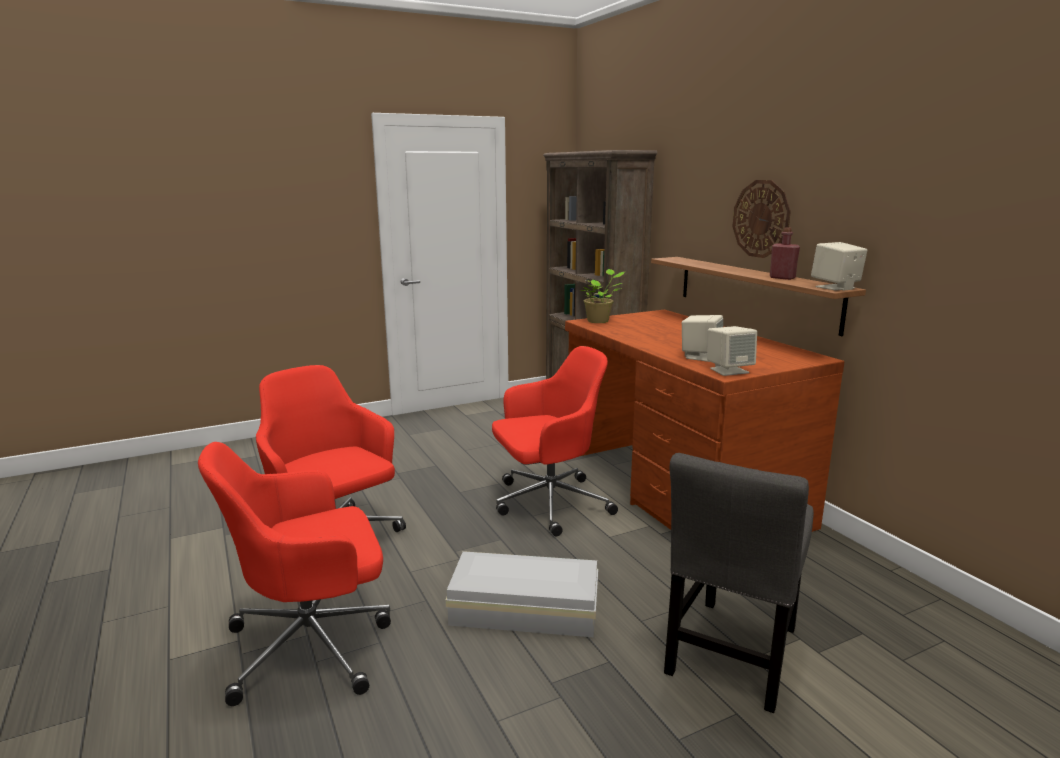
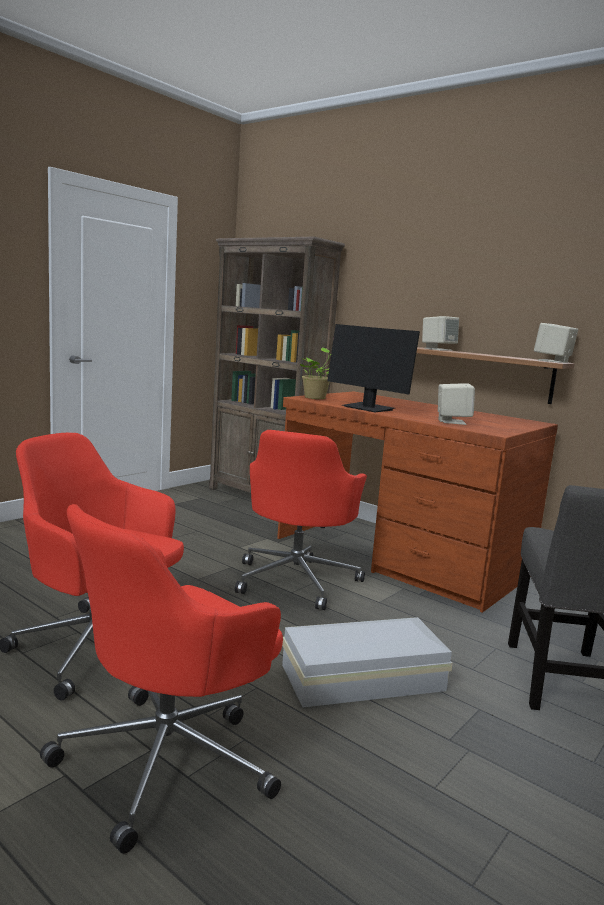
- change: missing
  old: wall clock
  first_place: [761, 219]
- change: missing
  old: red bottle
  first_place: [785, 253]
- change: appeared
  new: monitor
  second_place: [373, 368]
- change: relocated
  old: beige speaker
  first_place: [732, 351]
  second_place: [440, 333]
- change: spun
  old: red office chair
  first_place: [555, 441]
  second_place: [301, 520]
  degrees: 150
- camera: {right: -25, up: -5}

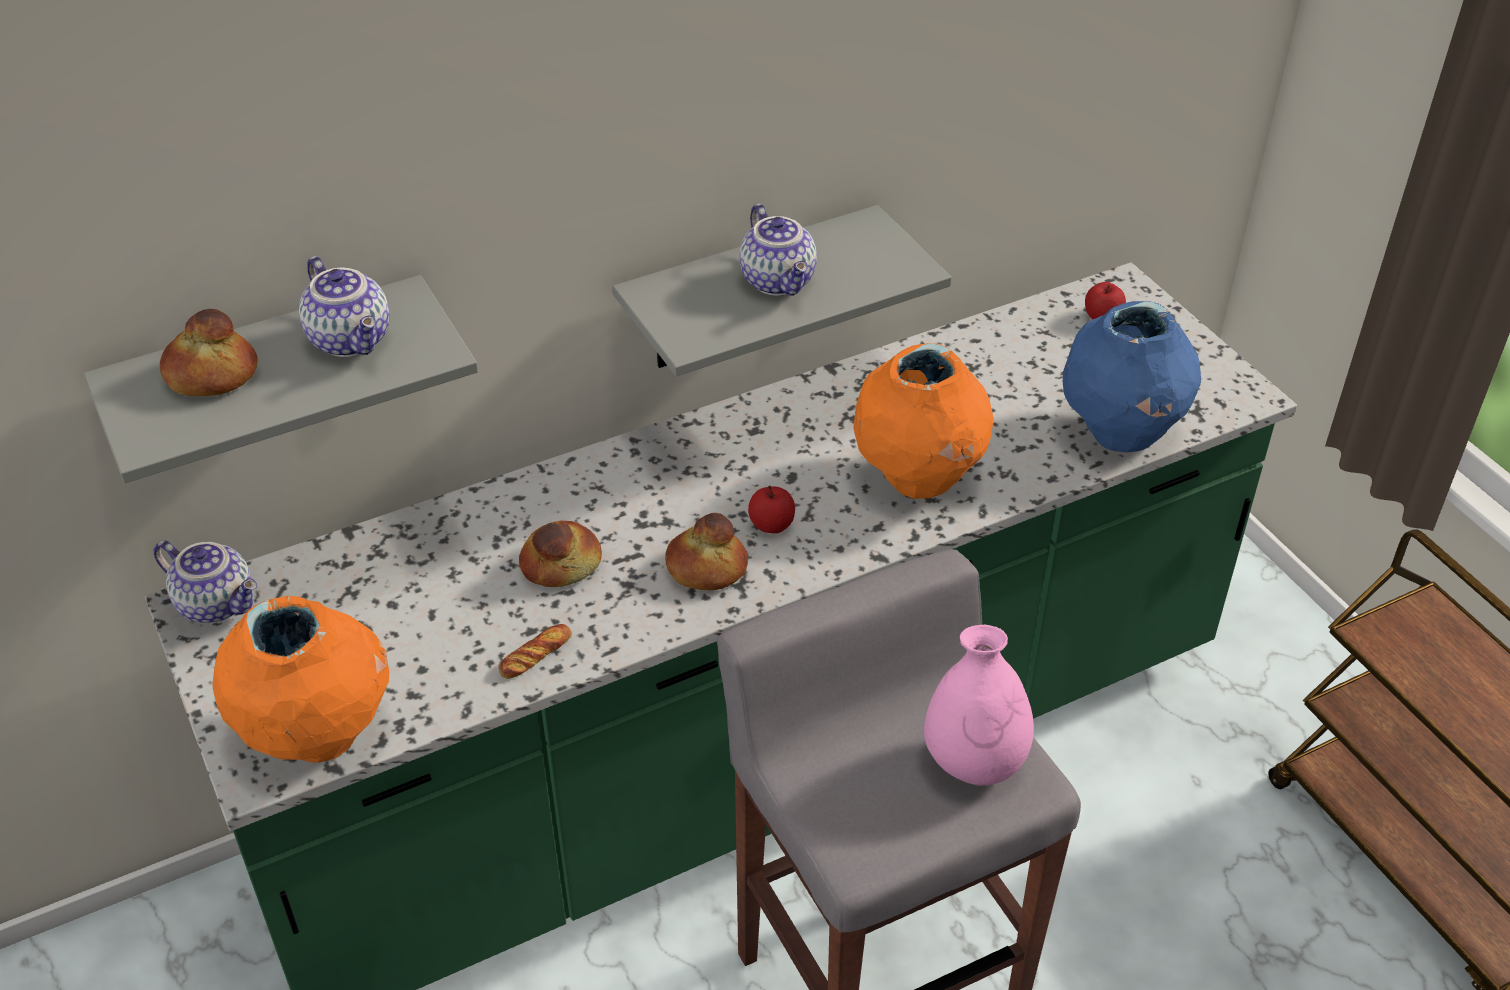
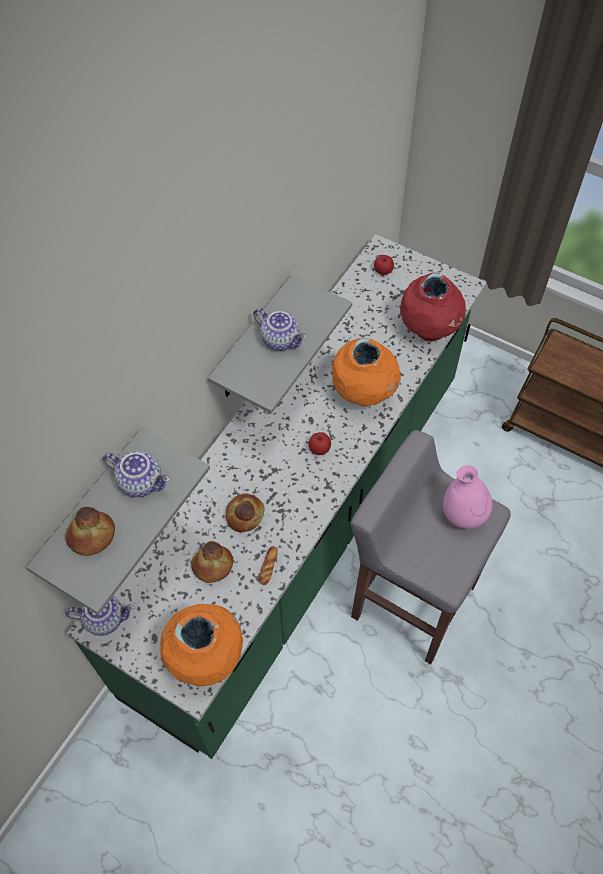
- change: relocated
  old: bread
  first_place: [706, 551]
  second_place: [212, 562]
- change: colour
  old: blue vase
  new: red vase
  first_place: [1132, 376]
  second_place: [433, 307]
- camera: {right: -30, up: 15}

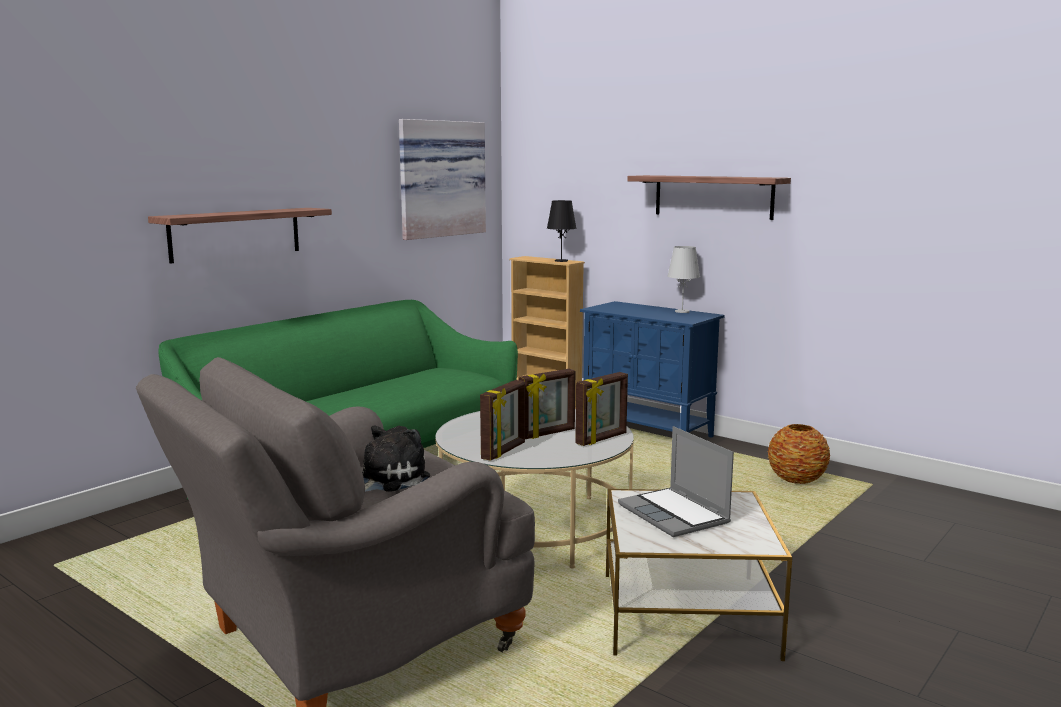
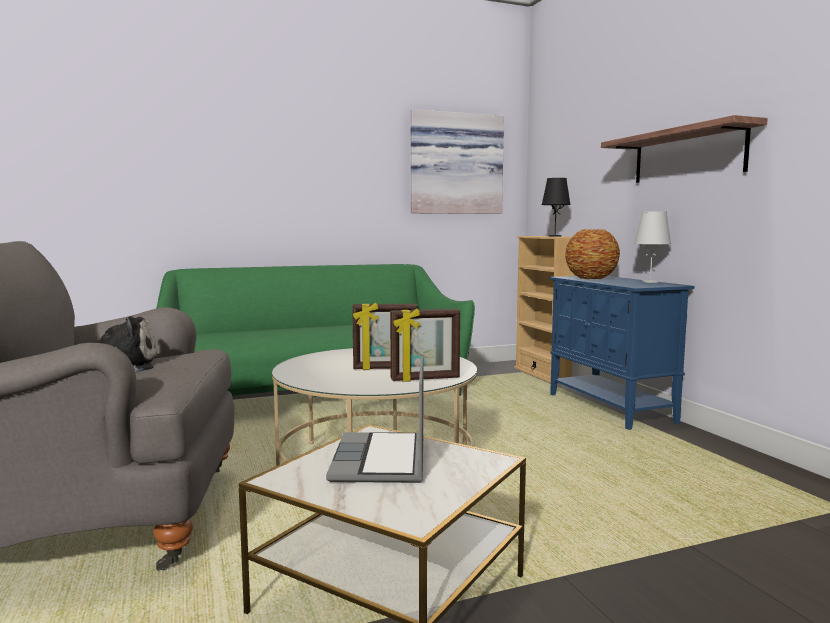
- change: missing
  old: shelf
  first_place: [240, 236]
- change: missing
  old: picture frame
  first_place: [502, 420]
- change: relocated
  old: vase
  first_place: [799, 454]
  second_place: [592, 254]
- camera: {right: 30, up: -5}

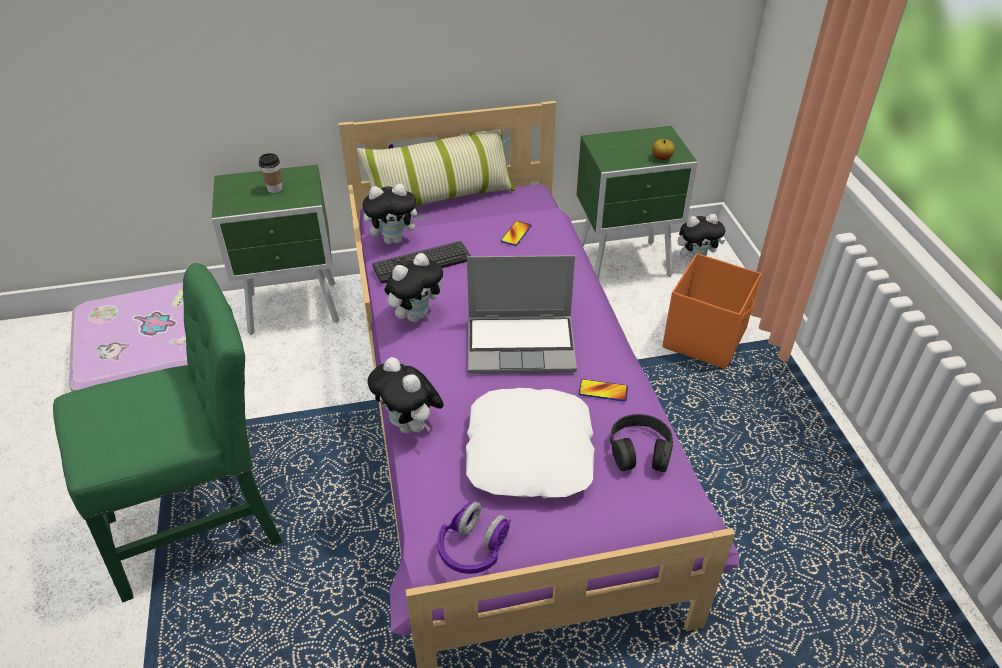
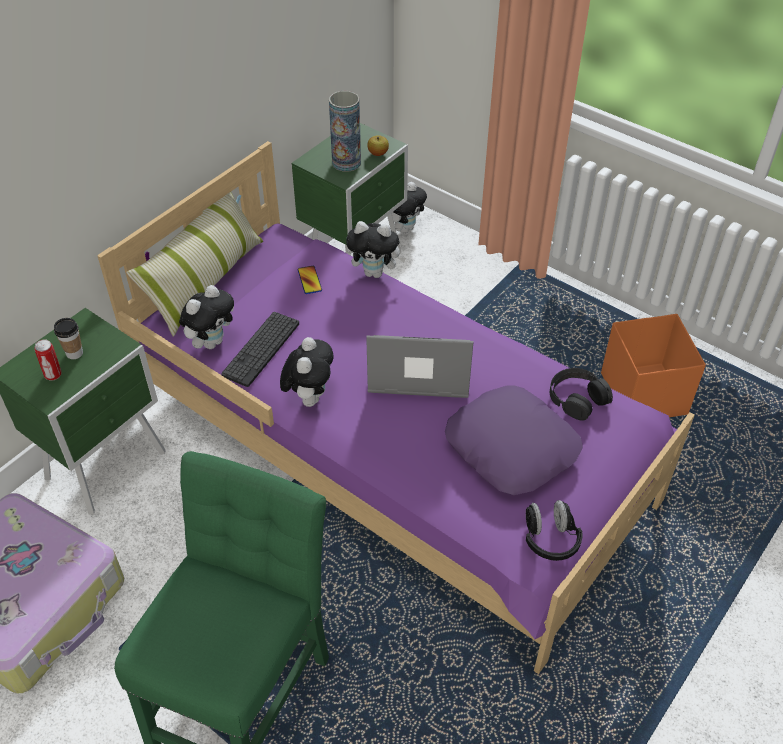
- change: missing
  old: phone
  first_place: [603, 390]
- change: appeared
  new: can
  second_place: [48, 360]
- change: appeared
  new: vase
  second_place: [345, 131]
- change: relocated
  old: plush toy
  first_place: [405, 395]
  second_place: [376, 249]
- change: relocated
  old: orange storage box
  first_place: [712, 311]
  second_place: [653, 365]
- change: colour
  old: purple headphones
  new: black headphones
  first_place: [474, 537]
  second_place: [554, 530]
- change: colour
  old: white pillow
  new: purple pillow
  first_place: [530, 443]
  second_place: [514, 440]
- change: spun
  old: laptop
  first_place: [522, 314]
  second_place: [420, 366]
  degrees: -135
- camera: {right: -40, up: 5}

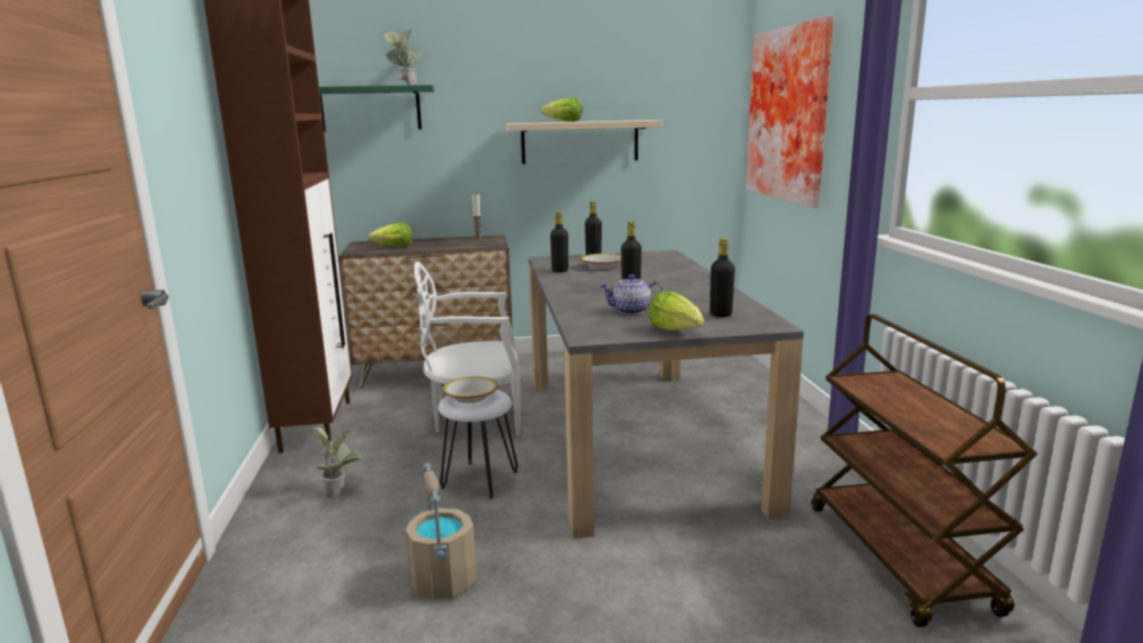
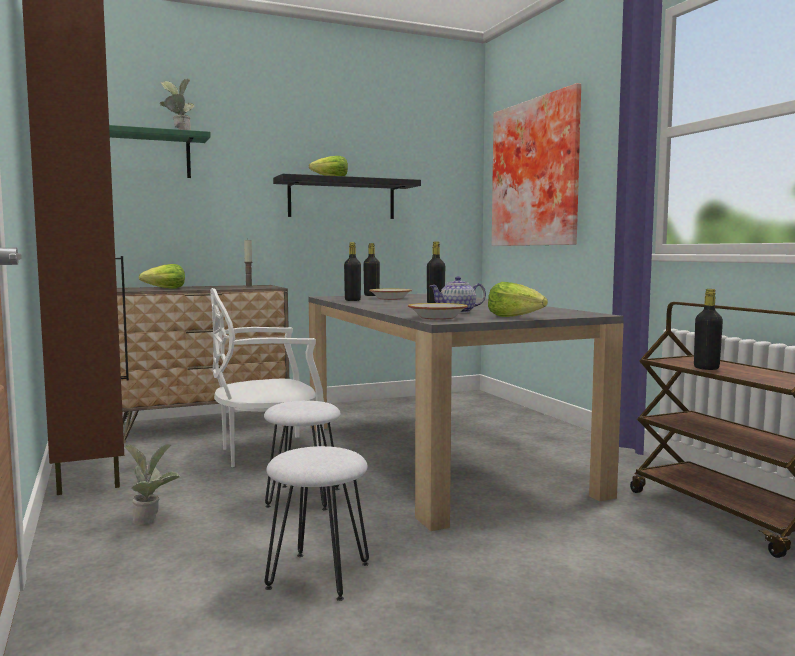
- change: relocated
  old: bowl
  first_place: [470, 390]
  second_place: [438, 311]
- change: relocated
  old: black bottle
  first_place: [722, 277]
  second_place: [708, 329]
- change: exchanged
  old: beige bucket
  new: white stool
  first_place: [441, 531]
  second_place: [317, 523]
- change: colour
  old: beige shelf
  new: black shelf
  first_place: [584, 142]
  second_place: [347, 196]
- camera: {right: -15, up: -10}

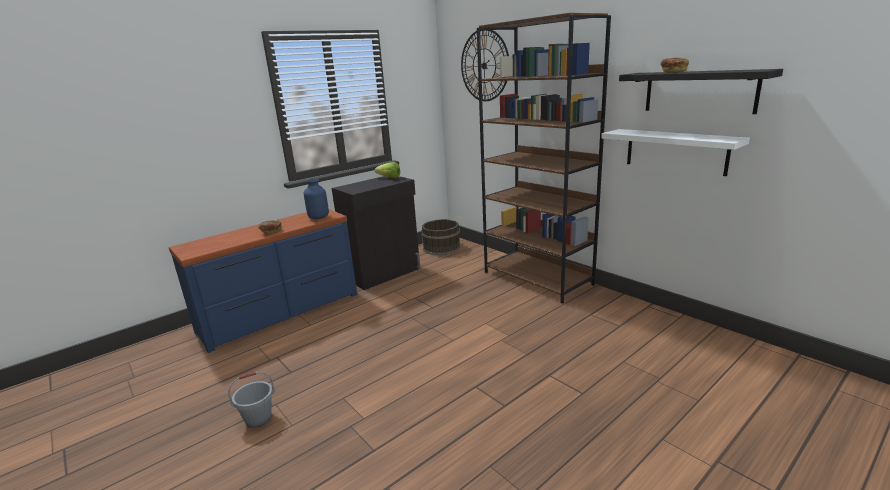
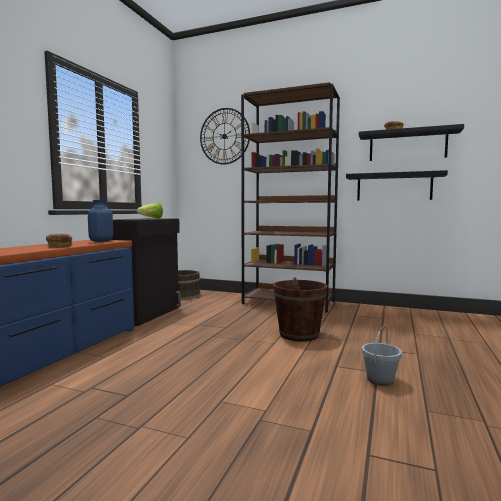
- change: appeared
  new: brown bucket
  second_place: [300, 309]
- change: relocated
  old: grey bucket
  first_place: [251, 399]
  second_place: [382, 355]
- change: colour
  old: white shelf
  new: black shelf
  first_place: [675, 152]
  second_place: [397, 185]
- camera: {right: -30, up: -15}

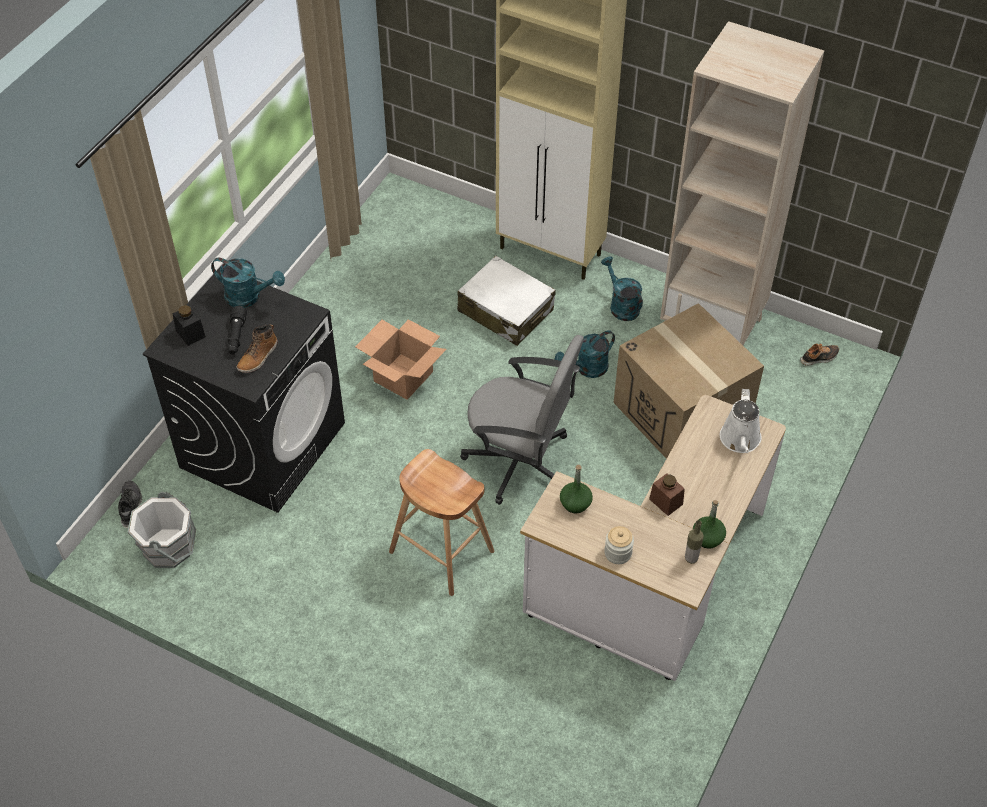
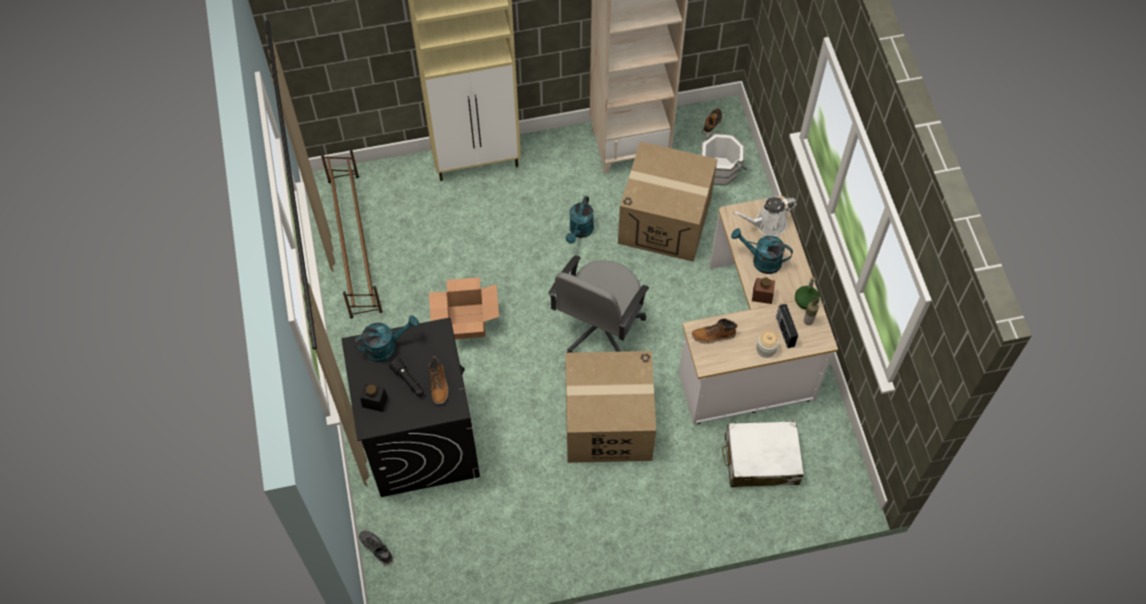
- change: appeared
  new: brown shoe rack
  second_place: [352, 234]
- change: appeared
  new: radio
  second_place: [787, 326]
- change: relocated
  old: white bucket
  first_place: [162, 530]
  second_place: [724, 159]
- change: relocated
  old: white suitcase
  first_place: [506, 301]
  second_place: [763, 454]
- change: relocated
  old: turquoise watering can
  first_place: [622, 288]
  second_place: [762, 251]
- change: exchanged
  old: brown stool
  new: cardboard box
  first_place: [441, 522]
  second_place: [610, 407]
- change: exchanged
  old: green bottle
  new: boot
  first_place: [576, 489]
  second_place: [715, 331]
- change: spun
  old: grey office chair
  first_place: [522, 420]
  second_place: [599, 304]
  degrees: 135
- change: spun
  old: white watering can
  first_place: [741, 421]
  second_place: [765, 216]
  degrees: 105
- camera: {right: -40, up: 10}

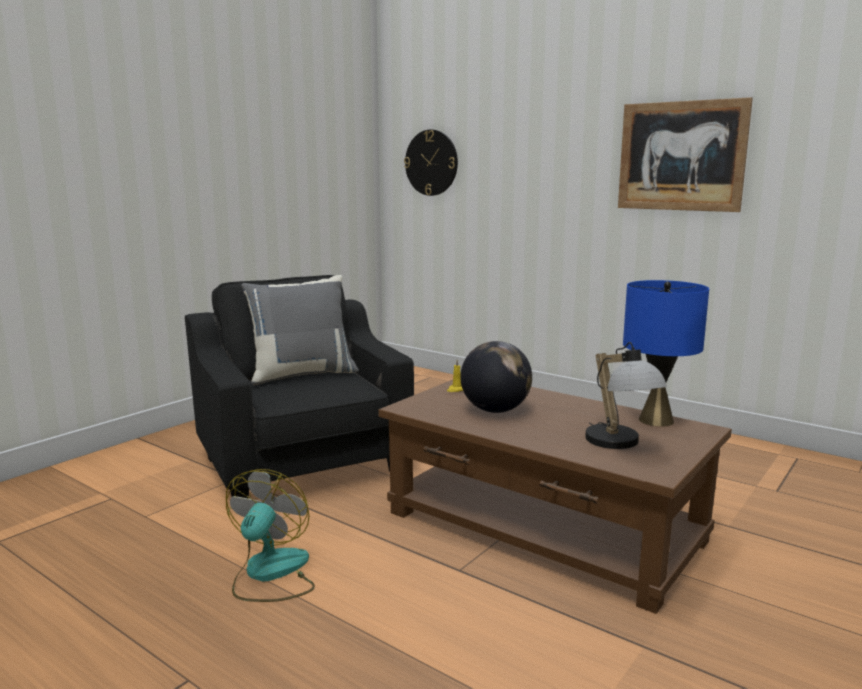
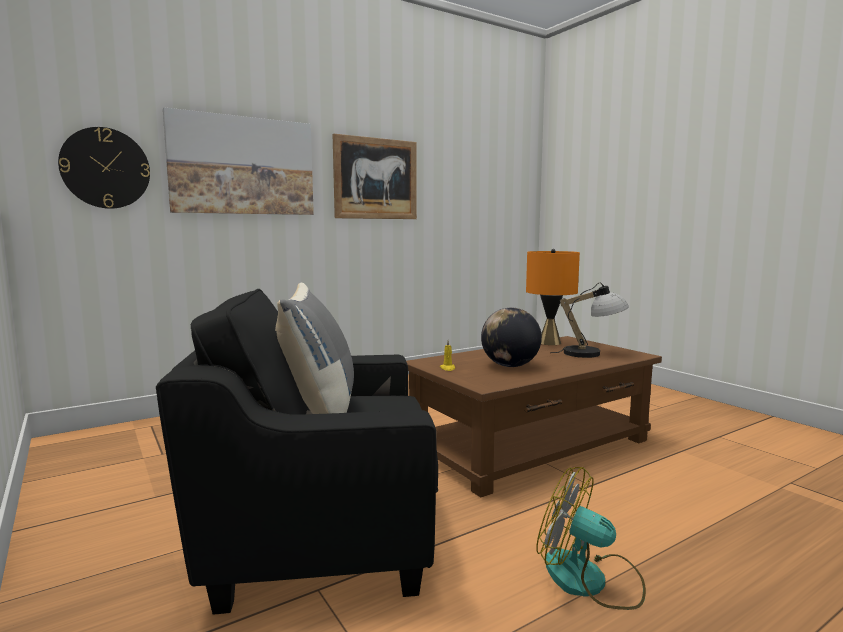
- change: appeared
  new: picture
  second_place: [238, 161]
- change: colour
  old: blue table lamp
  new: orange table lamp
  first_place: [666, 353]
  second_place: [553, 297]
- camera: {right: -70, up: -5}

